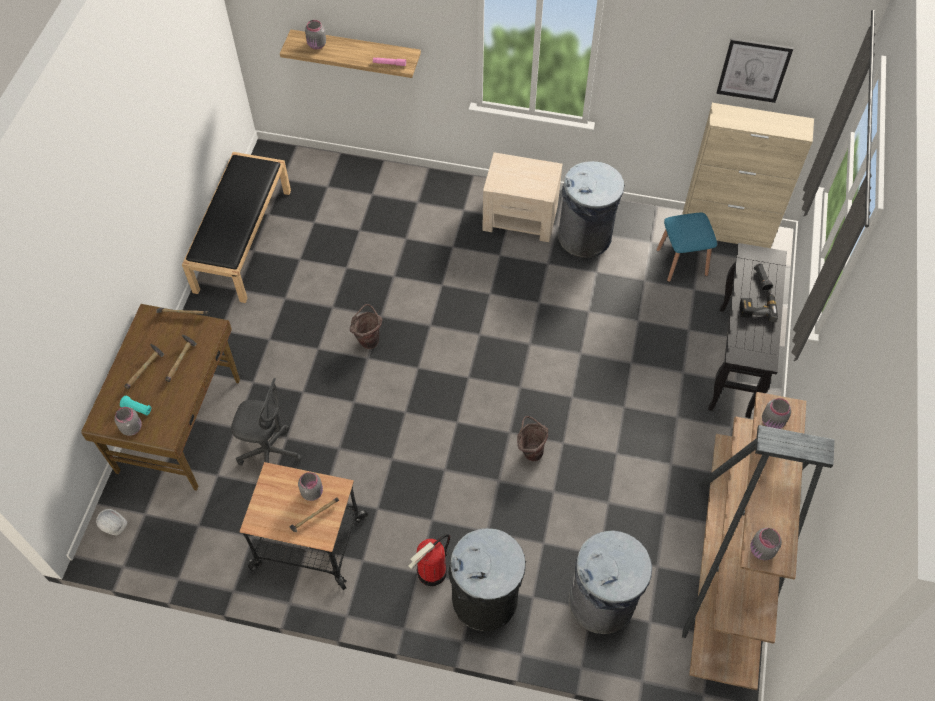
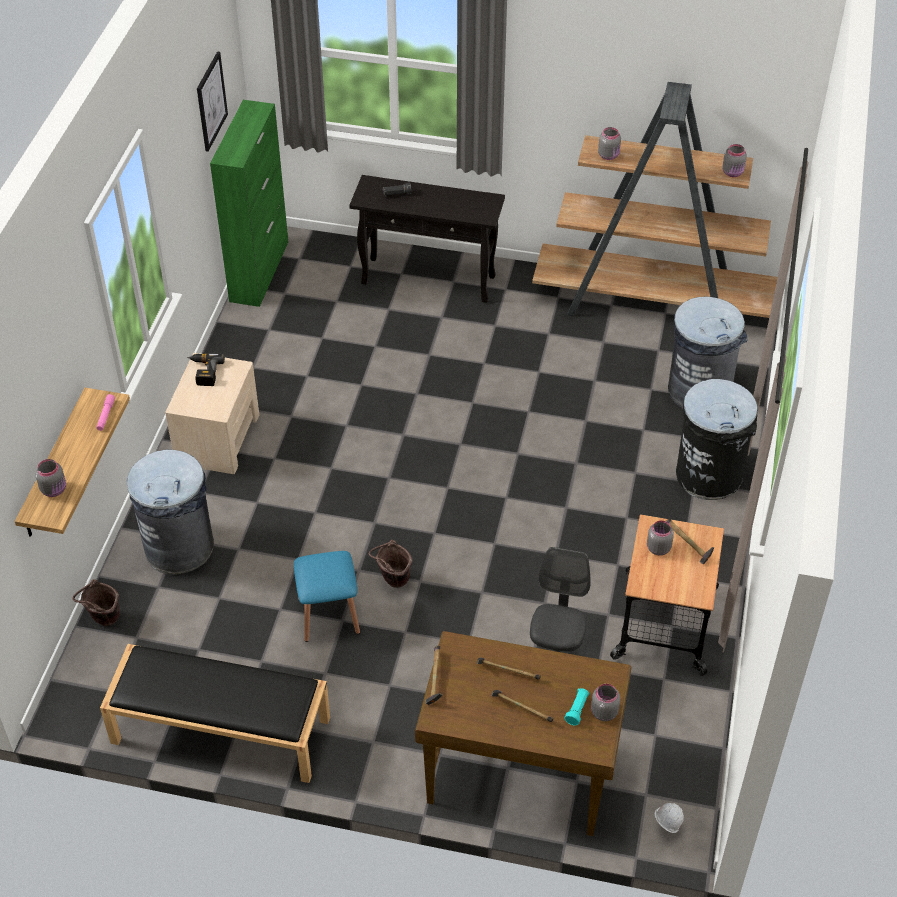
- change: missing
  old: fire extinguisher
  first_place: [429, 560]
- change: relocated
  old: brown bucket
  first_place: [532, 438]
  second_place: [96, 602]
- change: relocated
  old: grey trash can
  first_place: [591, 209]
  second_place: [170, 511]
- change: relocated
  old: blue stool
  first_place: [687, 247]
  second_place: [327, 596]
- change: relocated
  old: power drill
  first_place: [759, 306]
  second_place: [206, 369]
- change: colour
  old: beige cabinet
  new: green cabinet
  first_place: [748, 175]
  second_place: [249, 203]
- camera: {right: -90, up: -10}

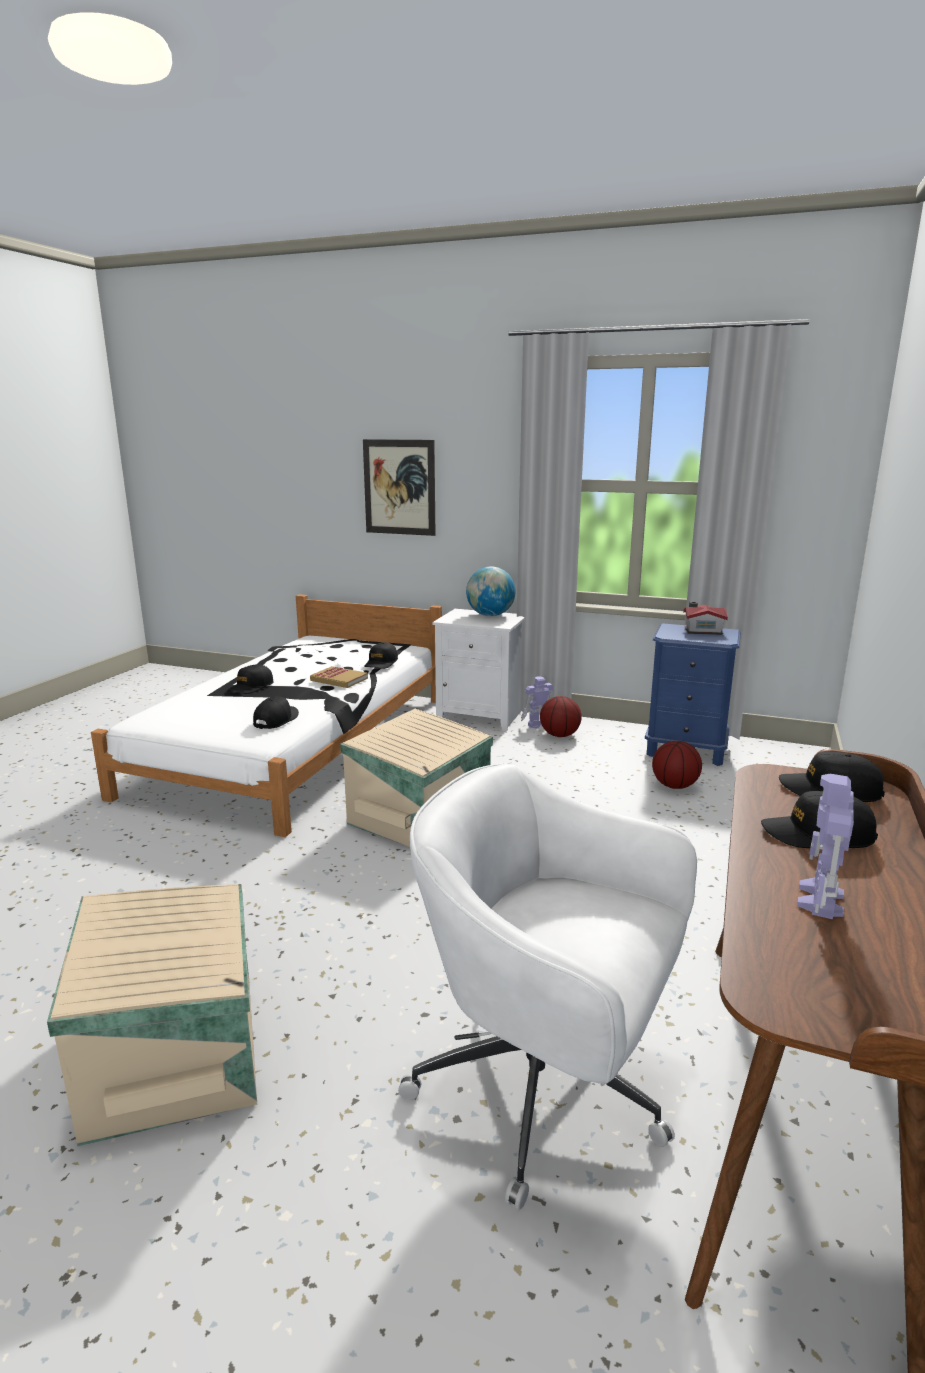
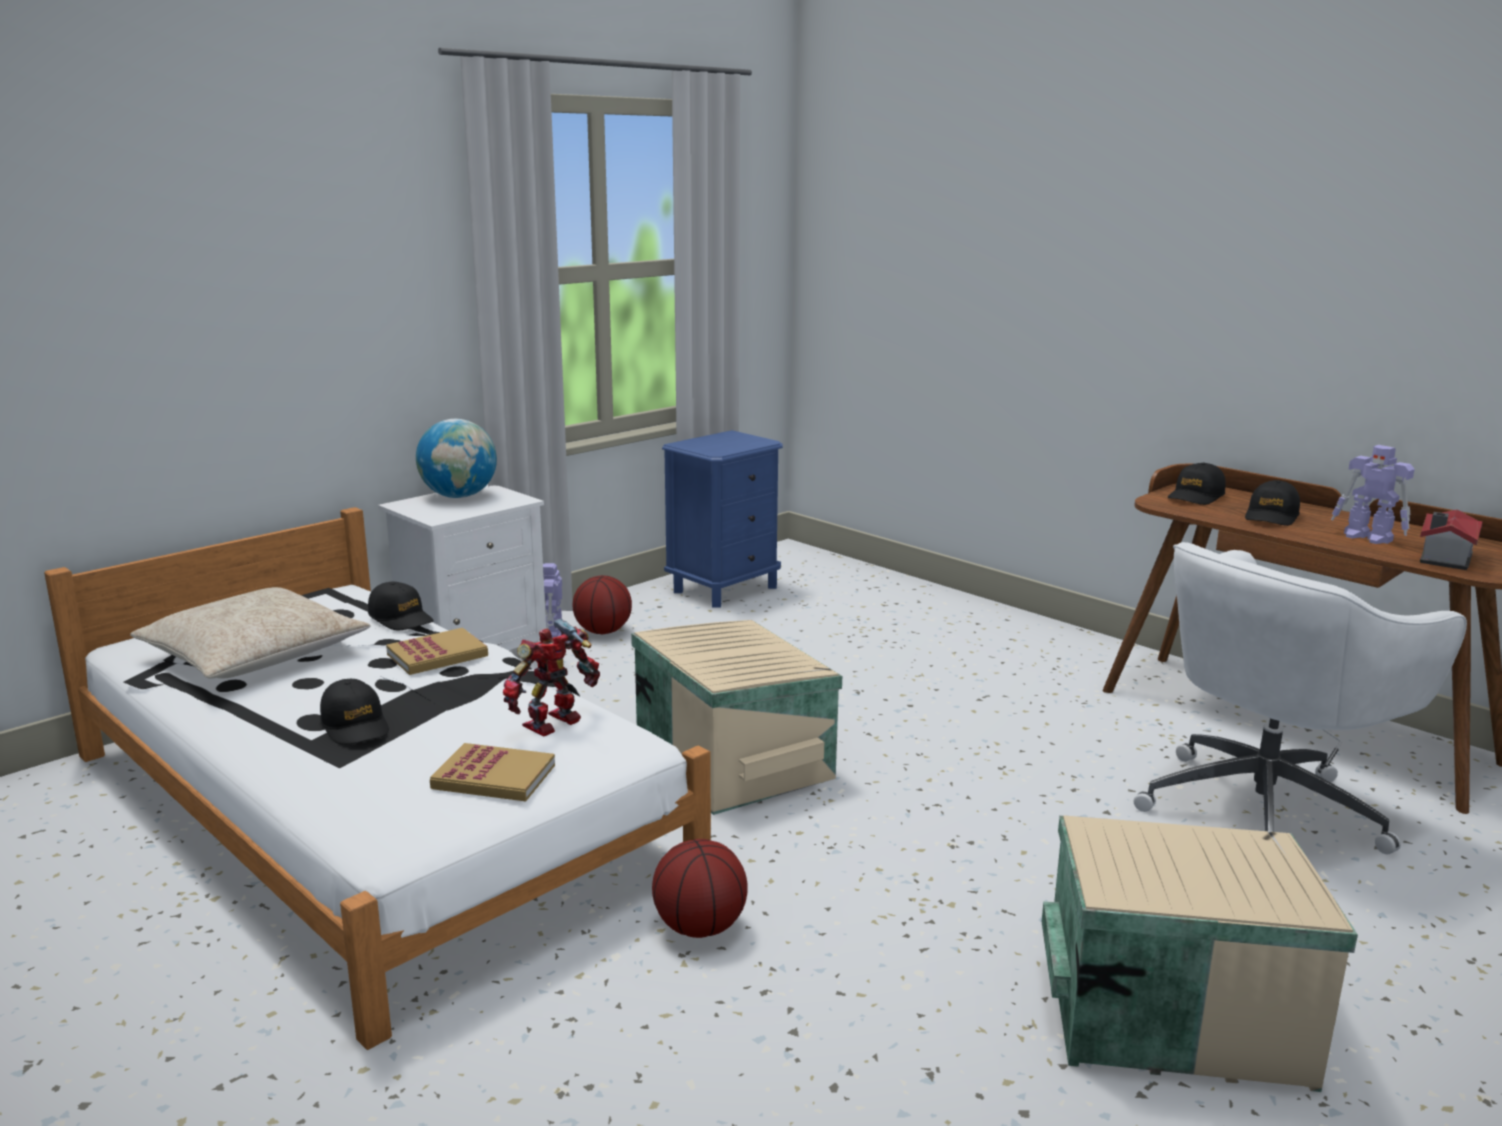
- change: missing
  old: picture
  first_place: [399, 487]
- change: appeared
  new: beige pillow
  second_place: [250, 633]
- change: appeared
  new: book
  second_place: [492, 772]
- change: relocated
  old: basketball
  first_place: [677, 765]
  second_place: [700, 888]
- change: relocated
  old: toy house
  first_place: [705, 618]
  second_place: [1451, 539]
- change: exchanged
  old: black cap
  new: toy robot
  first_place: [276, 712]
  second_place: [551, 677]
- camera: {right: -65, up: 0}

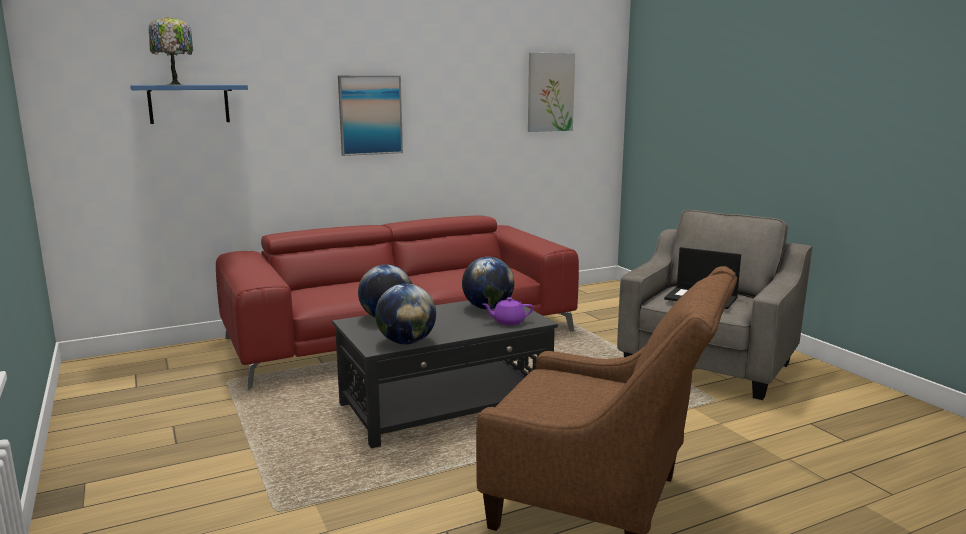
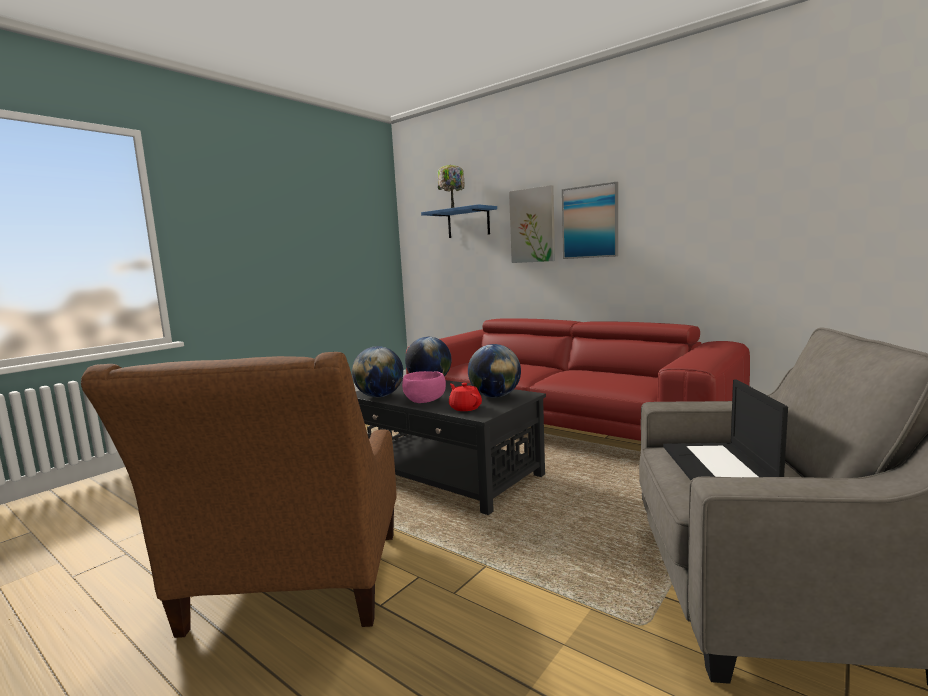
- change: appeared
  new: pink bowl
  second_place: [424, 387]
- change: relocated
  old: picture
  first_place: [551, 92]
  second_place: [532, 224]
- change: colour
  old: purple teapot
  new: red teapot
  first_place: [508, 311]
  second_place: [465, 397]
- camera: {right: 65, up: -5}

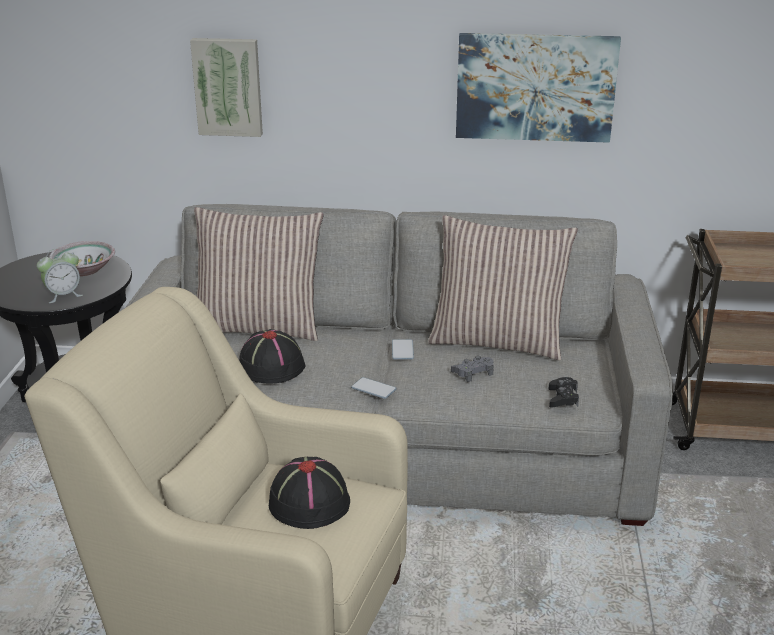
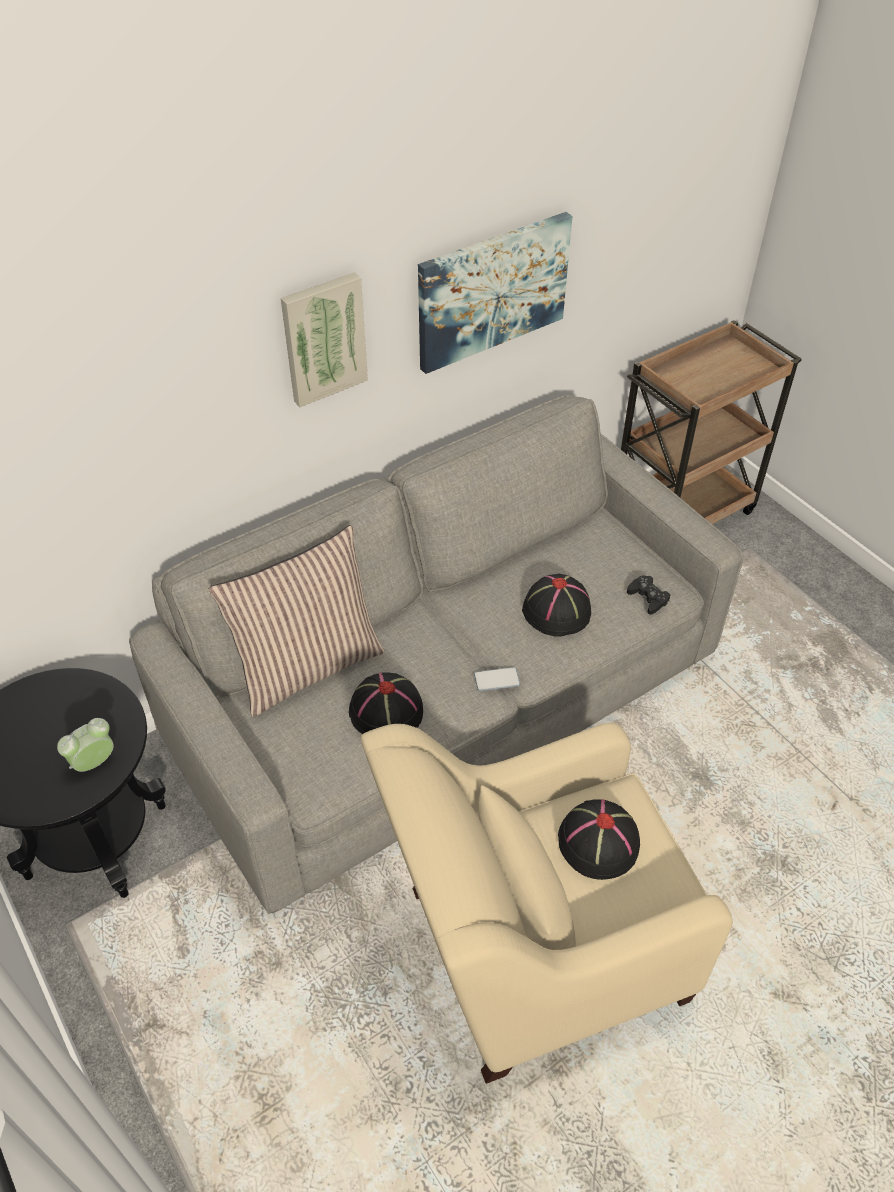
- change: missing
  old: bowl
  first_place: [82, 258]
- change: missing
  old: phone
  first_place: [403, 349]
- change: missing
  old: pillow
  first_place: [503, 287]
- change: relocated
  old: picture
  first_place: [226, 87]
  second_place: [324, 339]
- change: exchanged
  old: grey game controller
  new: black hat
  first_place: [472, 369]
  second_place: [556, 605]
- change: spun
  old: alarm clock
  first_place: [60, 275]
  second_place: [85, 745]
  degrees: -150
- camera: {right: -40, up: 20}

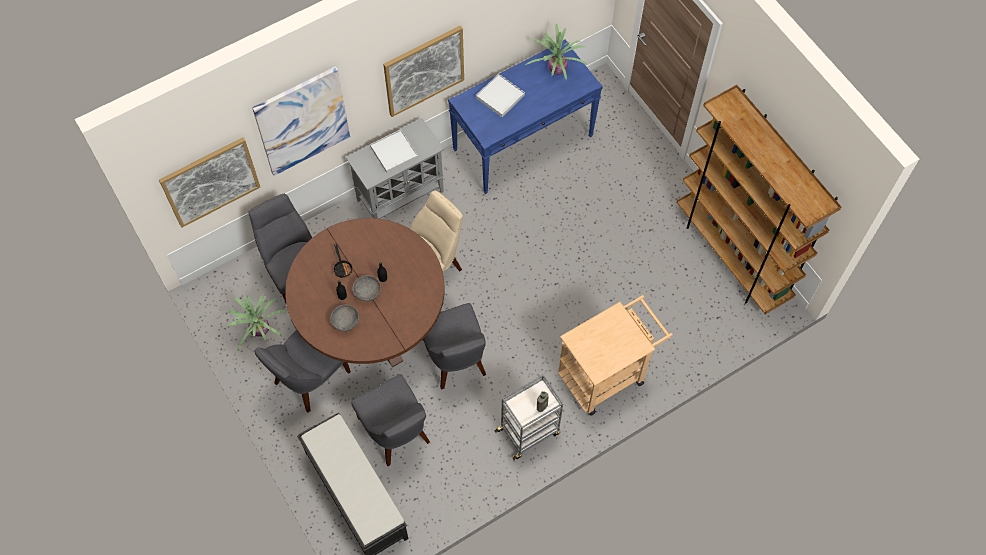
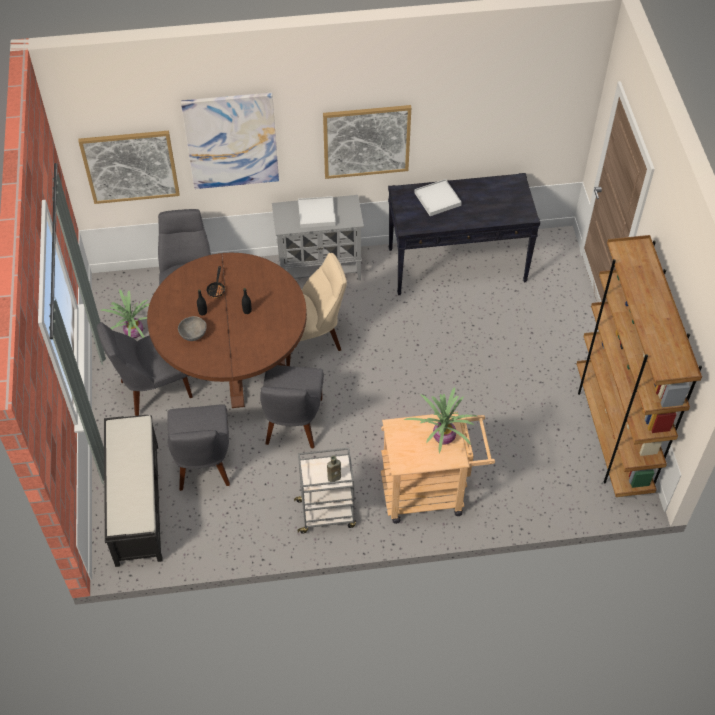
- change: missing
  old: grey bowl
  first_place: [367, 288]
- change: relocated
  old: potted plant
  first_place: [556, 52]
  second_place: [440, 420]
- change: colour
  old: blue console table
  new: black console table
  first_place: [525, 117]
  second_place: [464, 234]
- camera: {right: 25, up: -10}

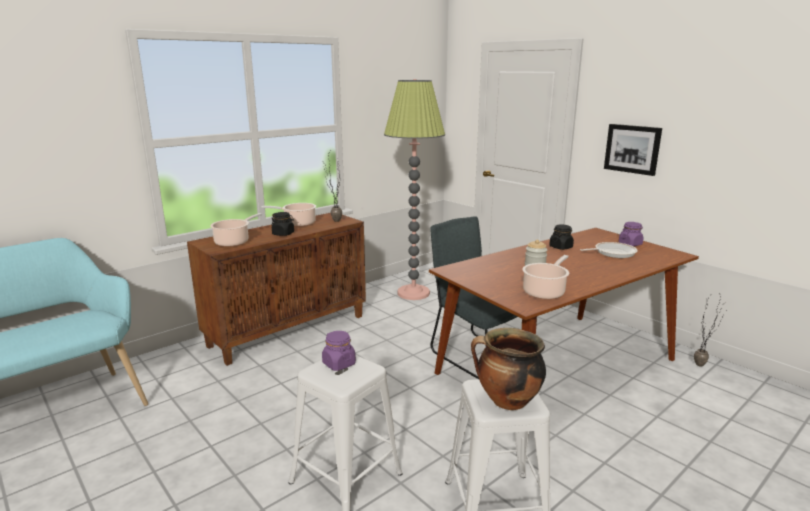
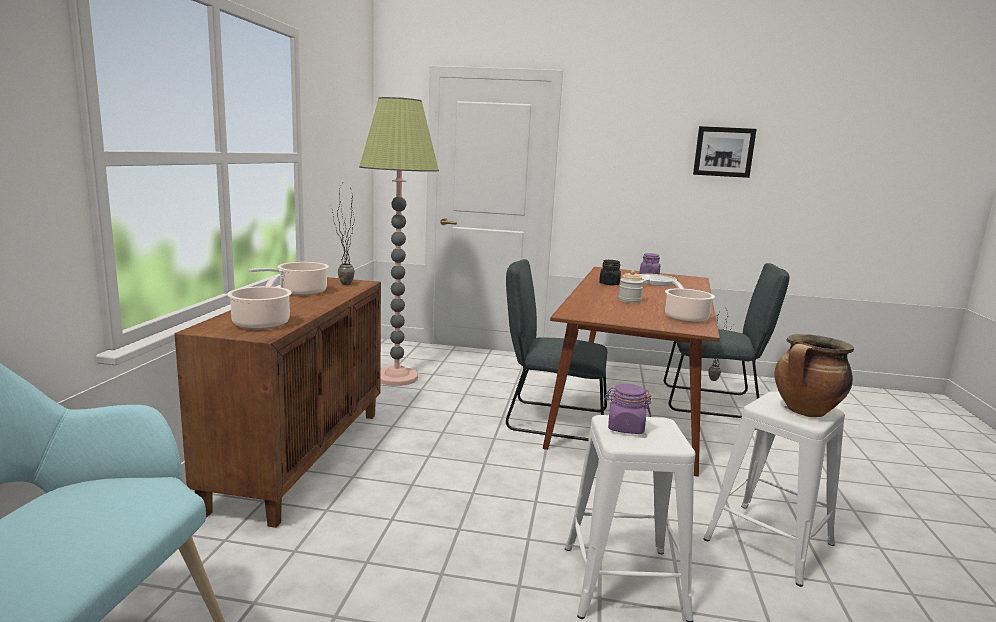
- change: missing
  old: black jar
  first_place: [282, 224]
- change: appeared
  new: grey chair
  second_place: [726, 340]
- change: relocated
  old: picture
  first_place: [633, 150]
  second_place: [725, 152]
- camera: {right: -40, up: -5}

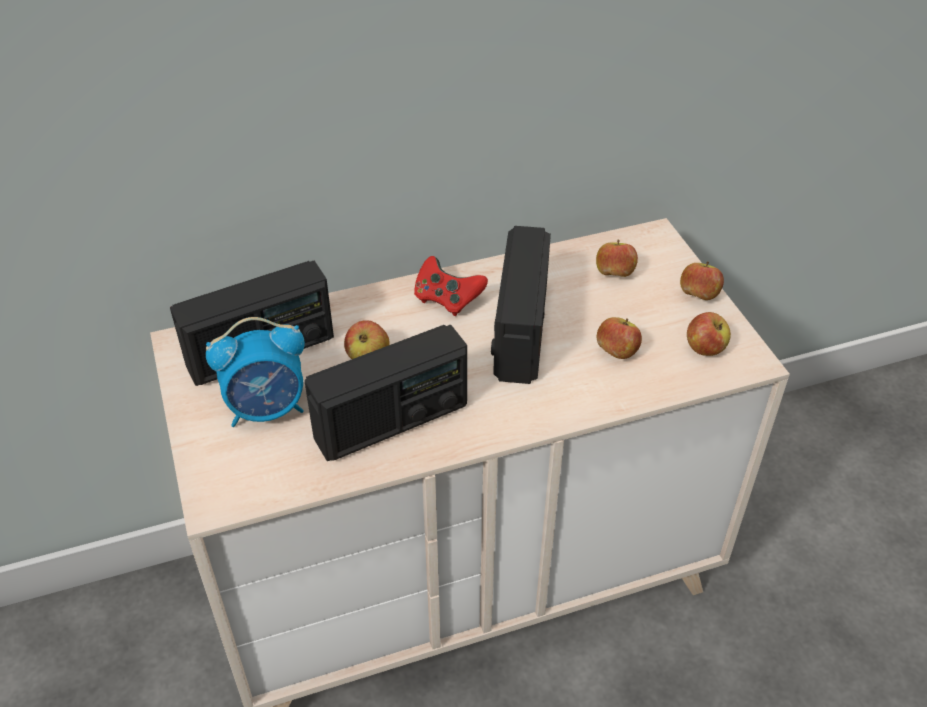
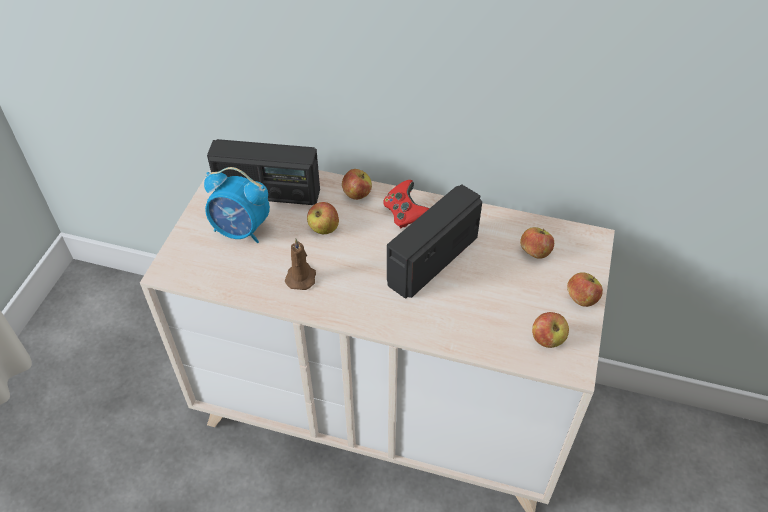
- change: relocated
  old: apple
  first_place: [619, 338]
  second_place: [357, 184]
- change: exchanged
  old: radio
  new: brown candle
  first_place: [385, 393]
  second_place: [300, 264]
- camera: {right: 35, up: 5}

